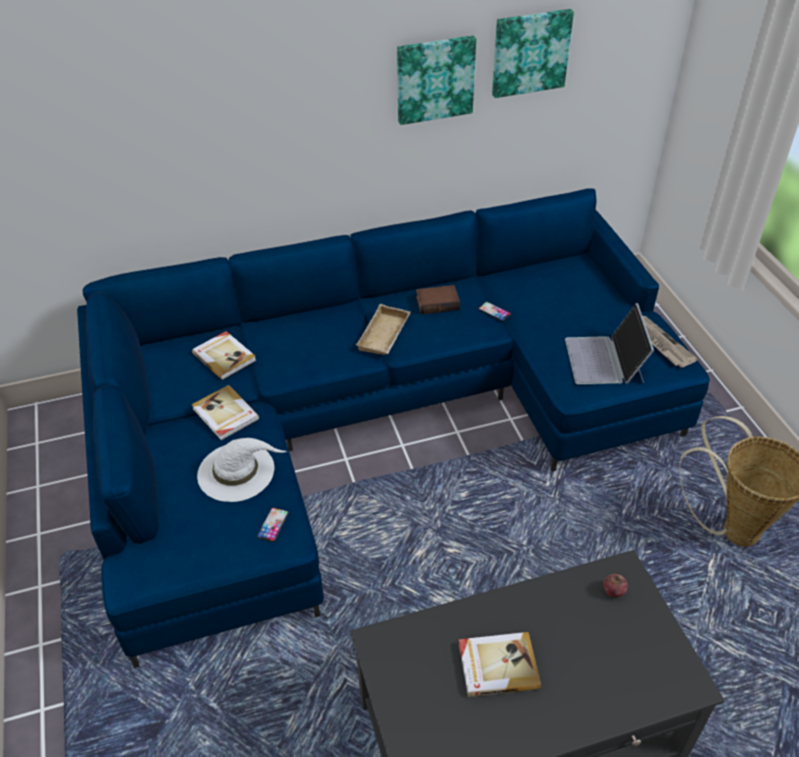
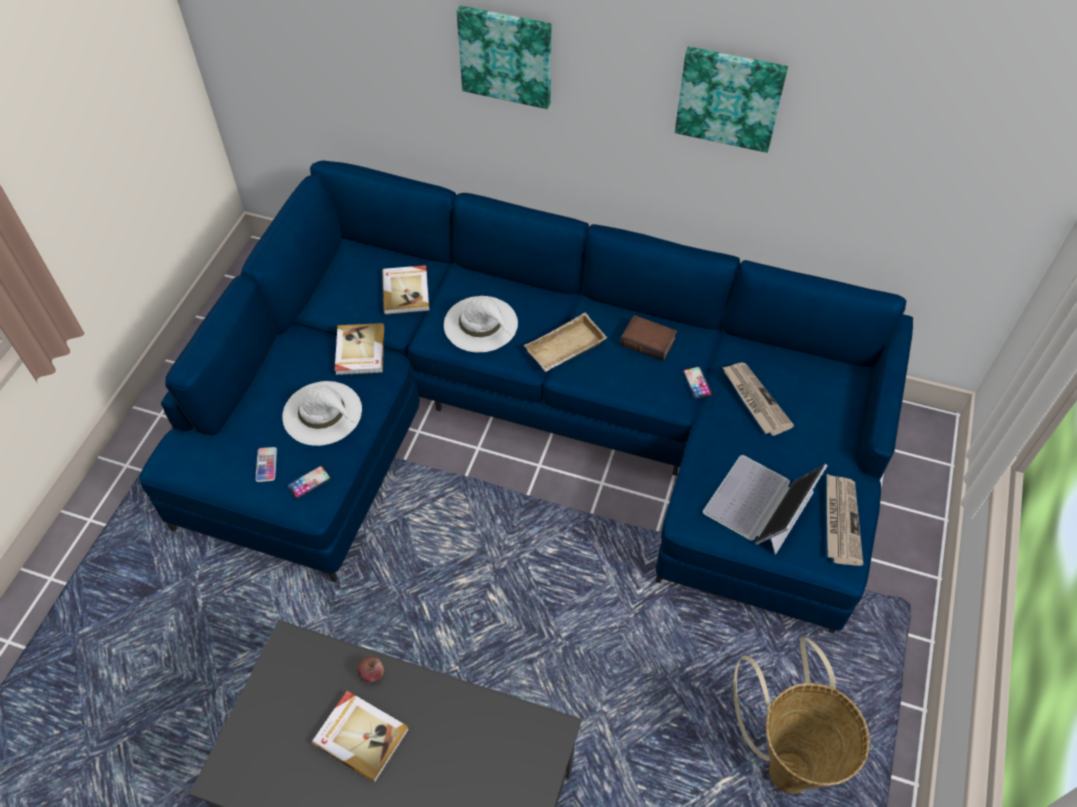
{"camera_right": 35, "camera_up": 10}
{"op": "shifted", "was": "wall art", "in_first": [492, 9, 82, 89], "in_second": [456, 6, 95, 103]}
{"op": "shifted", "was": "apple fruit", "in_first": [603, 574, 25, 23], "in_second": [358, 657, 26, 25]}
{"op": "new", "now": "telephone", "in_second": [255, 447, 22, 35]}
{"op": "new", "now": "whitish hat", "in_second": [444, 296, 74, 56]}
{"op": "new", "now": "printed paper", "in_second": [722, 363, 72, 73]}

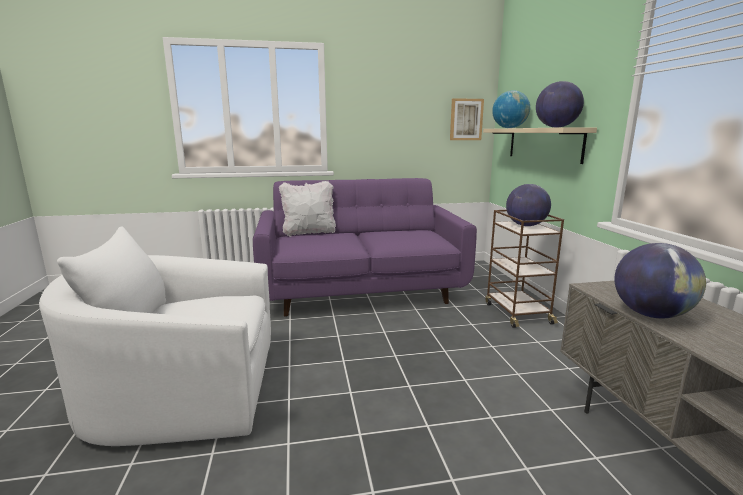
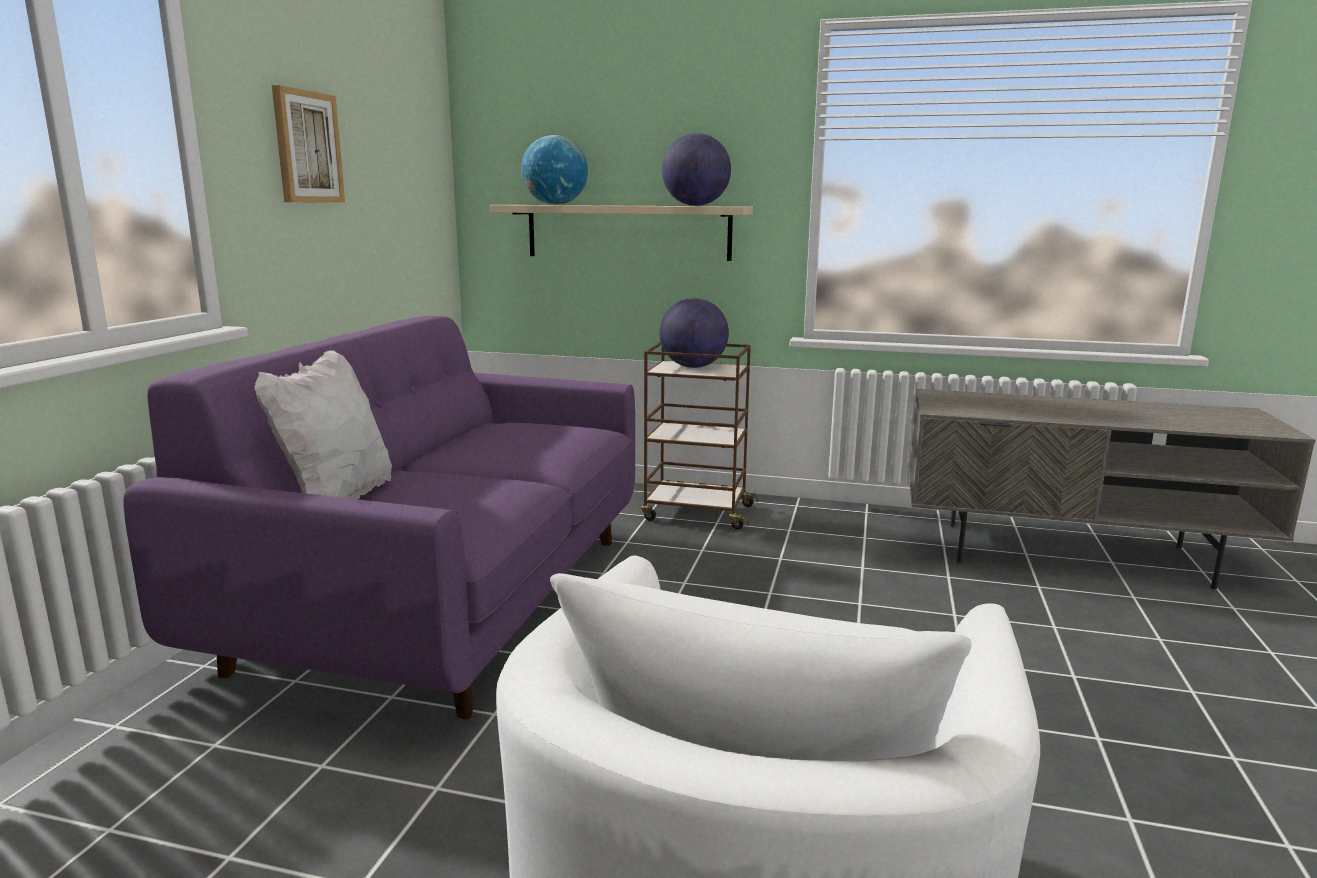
{"camera_right": -65, "camera_up": 0}
{"op": "shifted", "was": "wall art", "in_first": [450, 98, 34, 42], "in_second": [272, 85, 73, 118]}
{"op": "gone", "was": "world globe", "in_first": [615, 243, 91, 75]}

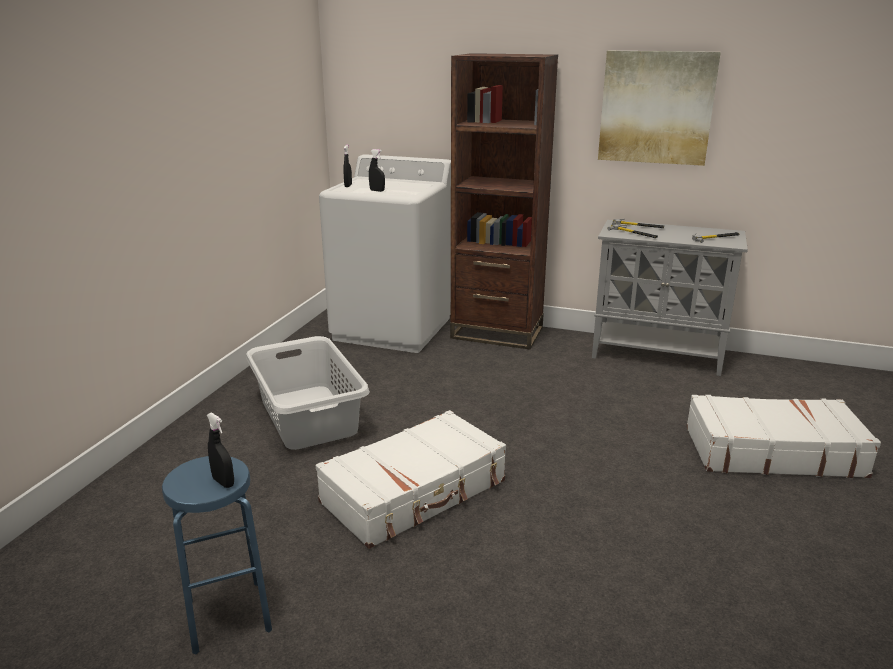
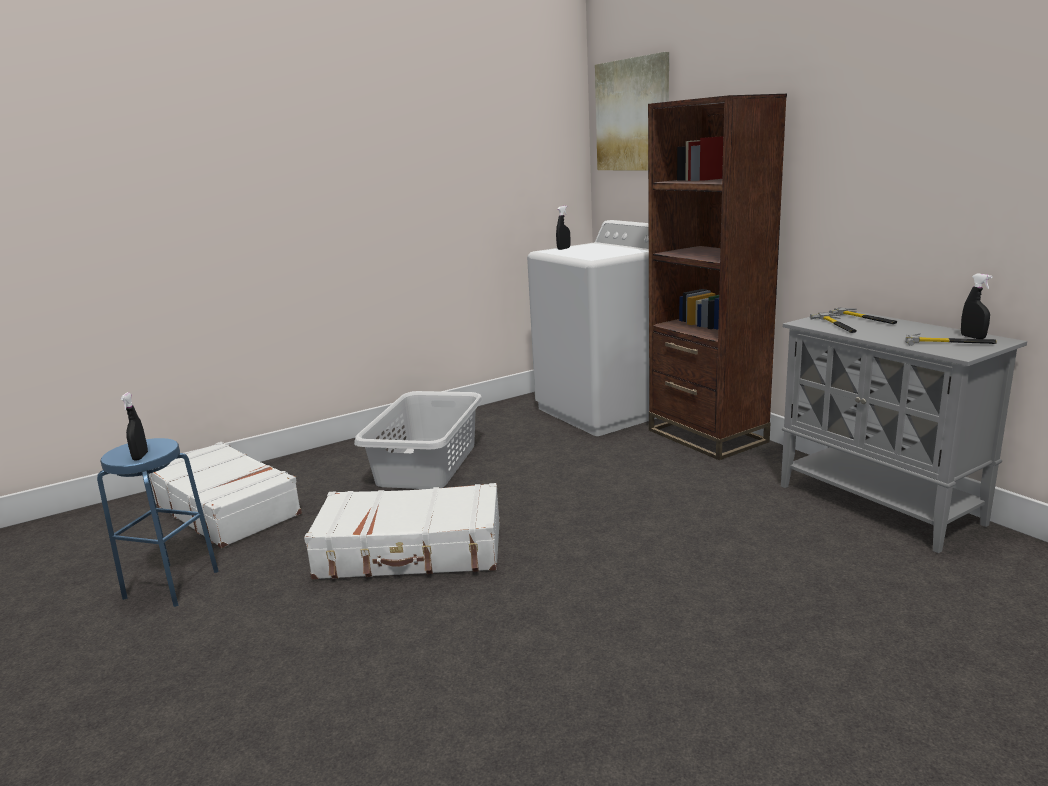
{"camera_right": 40, "camera_up": -5}
{"op": "shifted", "was": "black-coloured spray bottle", "in_first": [369, 149, 16, 43], "in_second": [961, 274, 31, 65]}
{"op": "shifted", "was": "wall art", "in_first": [598, 51, 123, 115], "in_second": [595, 52, 74, 118]}
{"op": "shifted", "was": "whitish piece of luggage", "in_first": [686, 395, 195, 83], "in_second": [149, 442, 153, 106]}

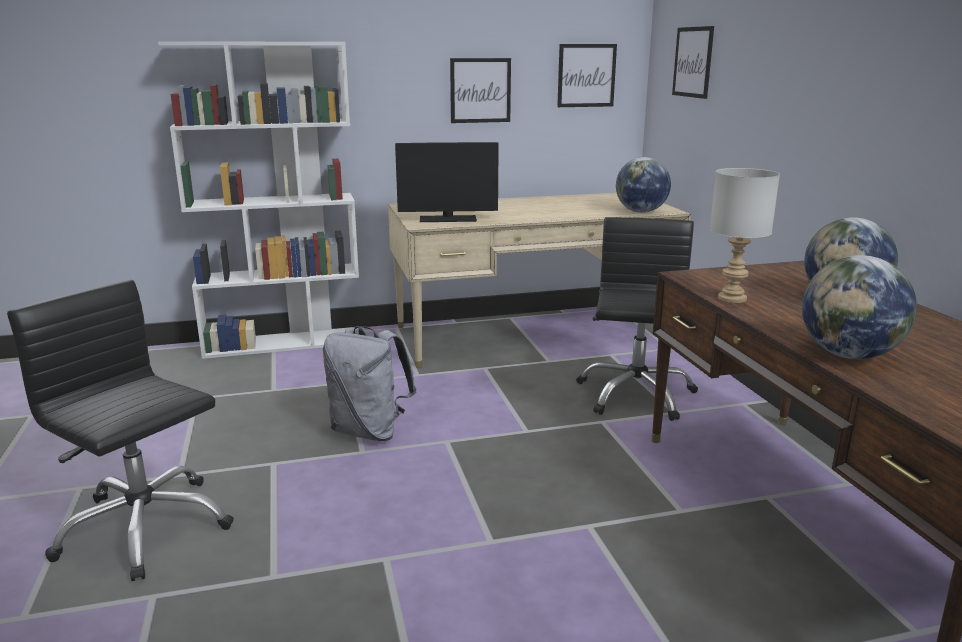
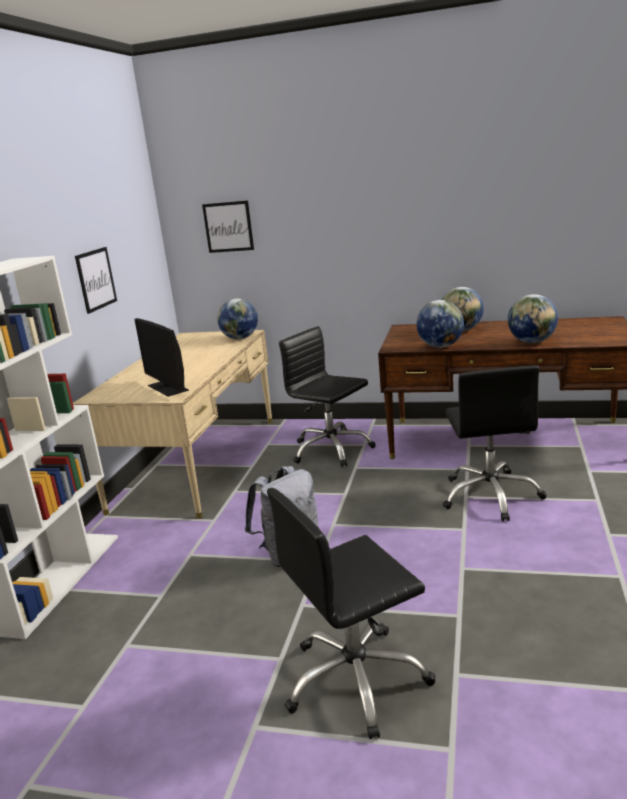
{"camera_right": -60, "camera_up": 0}
{"op": "rotated", "was": "computer display", "in_first": [395, 142, 104, 80], "in_second": [134, 318, 55, 79], "clockwise": 120}
{"op": "gone", "was": "wall art", "in_first": [557, 44, 60, 63]}
{"op": "swapped", "was": "greyish tabletop lamp", "now": "world globe", "in_first": [710, 168, 70, 135], "in_second": [416, 300, 48, 48]}
{"op": "new", "now": "black-coloured computer chair", "in_second": [443, 365, 103, 156]}

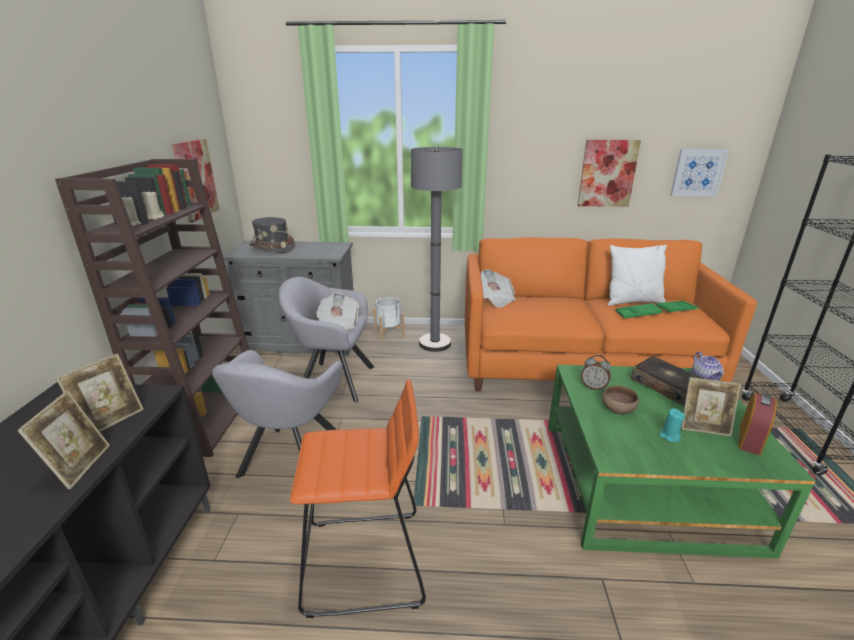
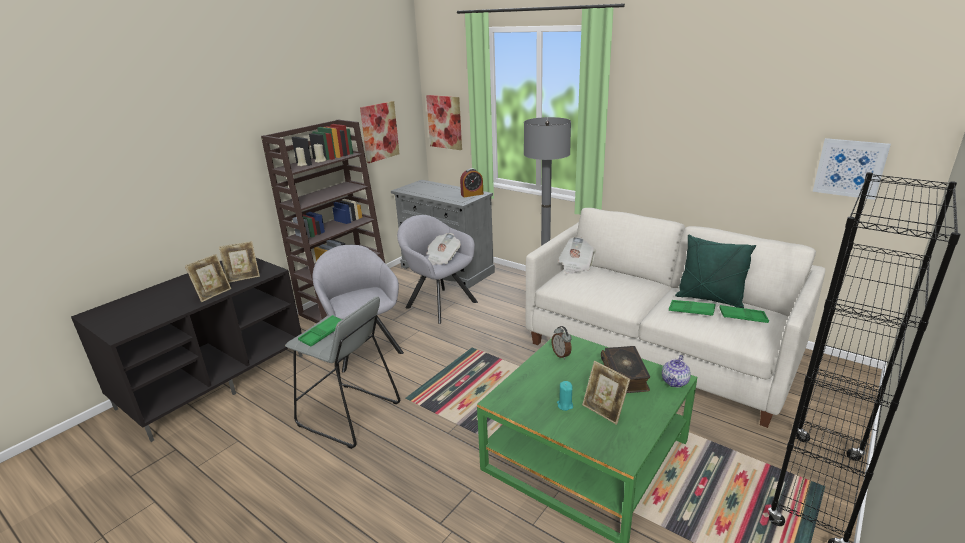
{"camera_right": 35, "camera_up": 0}
{"op": "rotated", "was": "greyish lounge chair", "in_first": [212, 350, 131, 128], "in_second": [313, 245, 91, 127], "clockwise": 105}
{"op": "gone", "was": "greyish hat", "in_first": [249, 217, 46, 36]}
{"op": "repainted", "was": "orange stool", "now": "greyish stool", "in_first": [290, 379, 136, 239], "in_second": [285, 296, 115, 153]}
{"op": "gone", "was": "whitish plant pot", "in_first": [373, 297, 32, 45]}
{"op": "repainted", "was": "orange couch", "now": "whitish couch", "in_first": [465, 237, 292, 155], "in_second": [526, 208, 299, 220]}
{"op": "shifted", "was": "wall art", "in_first": [578, 140, 63, 67], "in_second": [426, 95, 36, 55]}
{"op": "gone", "was": "brown serving bowl", "in_first": [602, 386, 37, 28]}
{"op": "repainted", "was": "whitish pillow", "now": "greenish pillow", "in_first": [608, 245, 59, 61], "in_second": [675, 235, 81, 73]}
{"op": "shifted", "was": "bedside clock", "in_first": [739, 393, 38, 63], "in_second": [460, 168, 23, 30]}
{"op": "new", "now": "greenish serving tray", "in_second": [298, 315, 44, 32]}

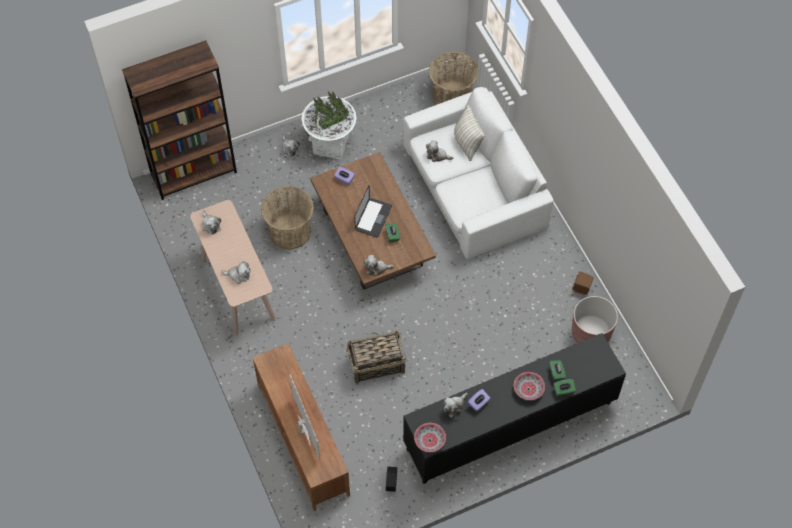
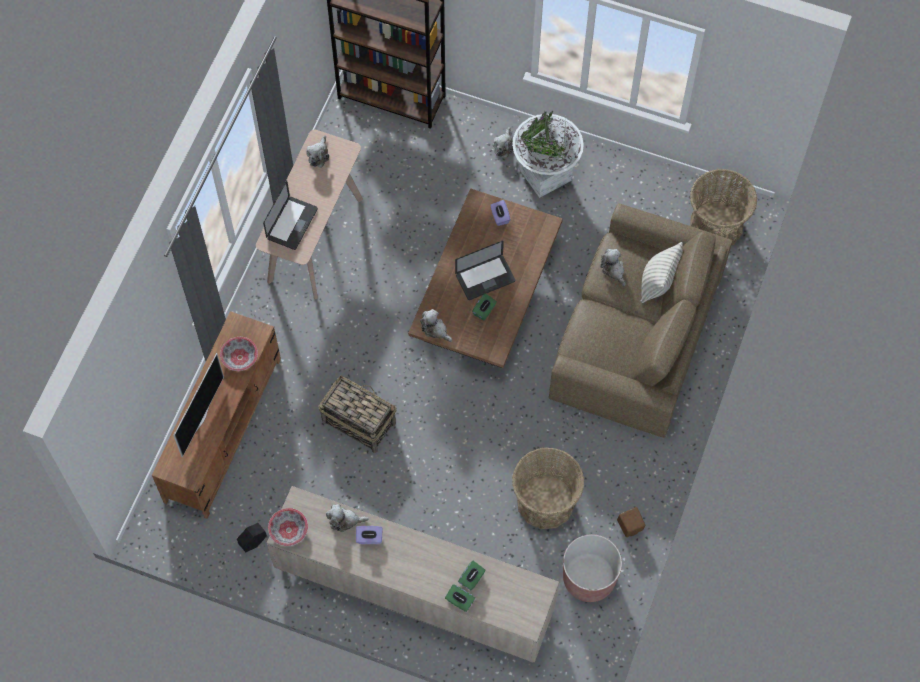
{"camera_right": 45, "camera_up": 5}
{"op": "swapped", "was": "soft toy", "now": "laptop", "in_first": [221, 261, 29, 23], "in_second": [263, 181, 55, 69]}
{"op": "shifted", "was": "storage basket", "in_first": [261, 186, 53, 64], "in_second": [512, 448, 73, 81]}
{"op": "repainted", "was": "whitish couch", "now": "brown couch", "in_first": [403, 87, 151, 172], "in_second": [549, 204, 183, 234]}
{"op": "repainted", "was": "black-coloured storage cabinet", "now": "sand-coloured storage cabinet", "in_first": [403, 333, 223, 151], "in_second": [267, 486, 292, 177]}
{"op": "shifted", "was": "serving bowl", "in_first": [514, 372, 31, 28], "in_second": [220, 337, 38, 34]}

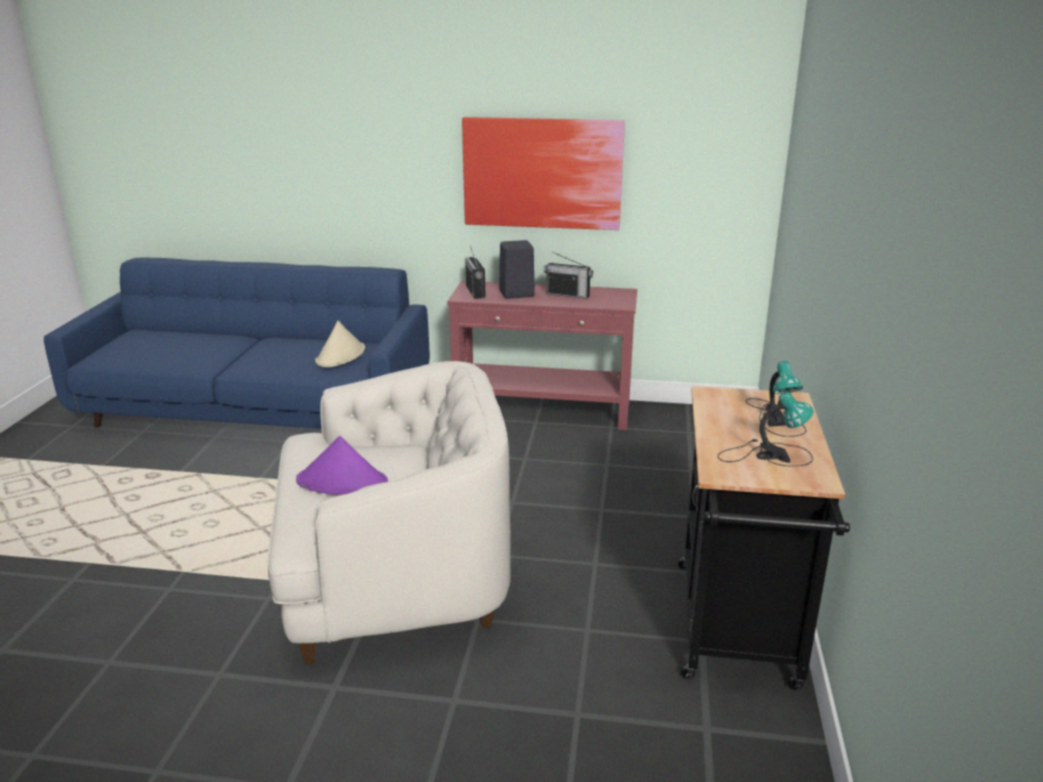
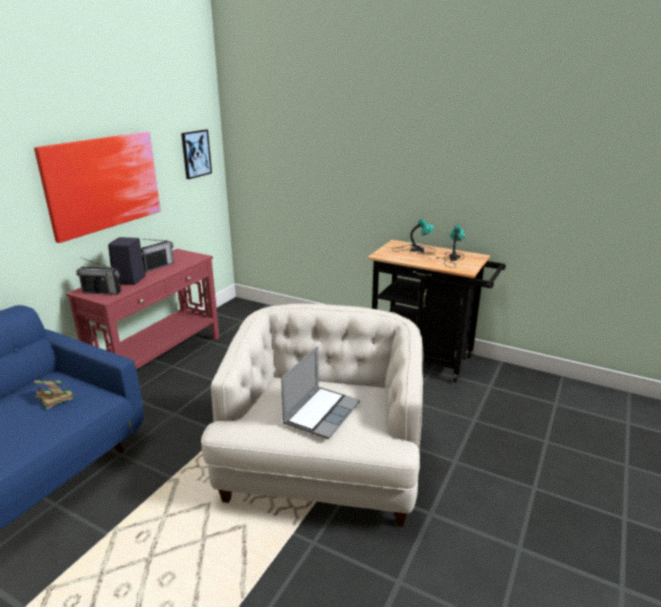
{"camera_right": -70, "camera_up": 0}
{"op": "swapped", "was": "purple hat", "now": "laptop", "in_first": [296, 436, 92, 59], "in_second": [281, 346, 79, 94]}
{"op": "swapped", "was": "sand-coloured hat", "now": "volume", "in_first": [315, 321, 50, 46], "in_second": [34, 381, 40, 28]}
{"op": "new", "now": "wall art", "in_second": [181, 129, 31, 50]}

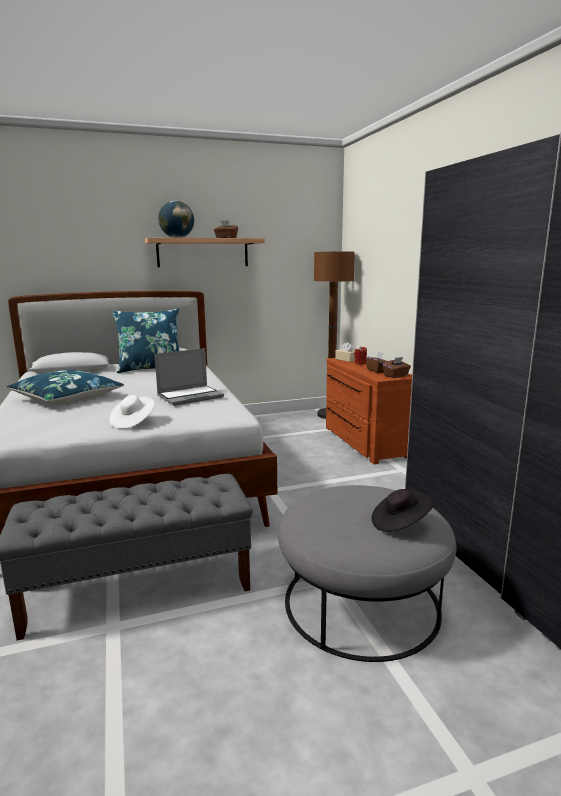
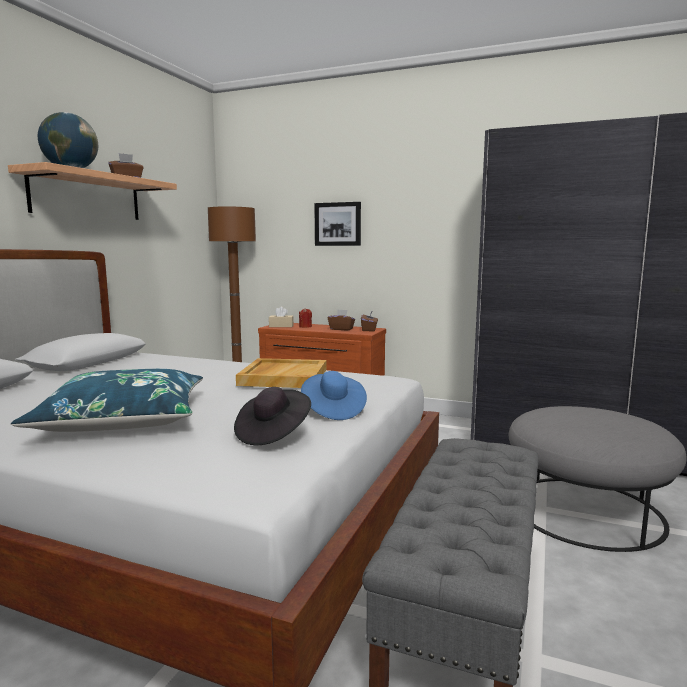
{"camera_right": -50, "camera_up": -5}
{"op": "repainted", "was": "whitish hat", "now": "bluish hat", "in_first": [109, 395, 46, 34], "in_second": [301, 371, 66, 49]}
{"op": "gone", "was": "bluish pillow", "in_first": [112, 308, 67, 65]}
{"op": "swapped", "was": "laptop", "now": "sand-coloured serving tray", "in_first": [154, 348, 70, 58], "in_second": [236, 358, 91, 30]}
{"op": "shifted", "was": "black-coloured hat", "in_first": [372, 489, 62, 43], "in_second": [234, 387, 77, 58]}
{"op": "new", "now": "wall art", "in_second": [314, 202, 47, 44]}

